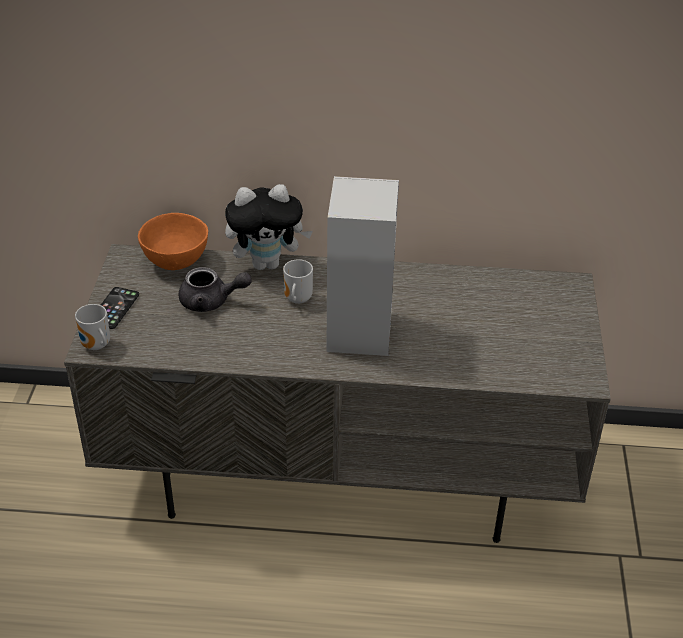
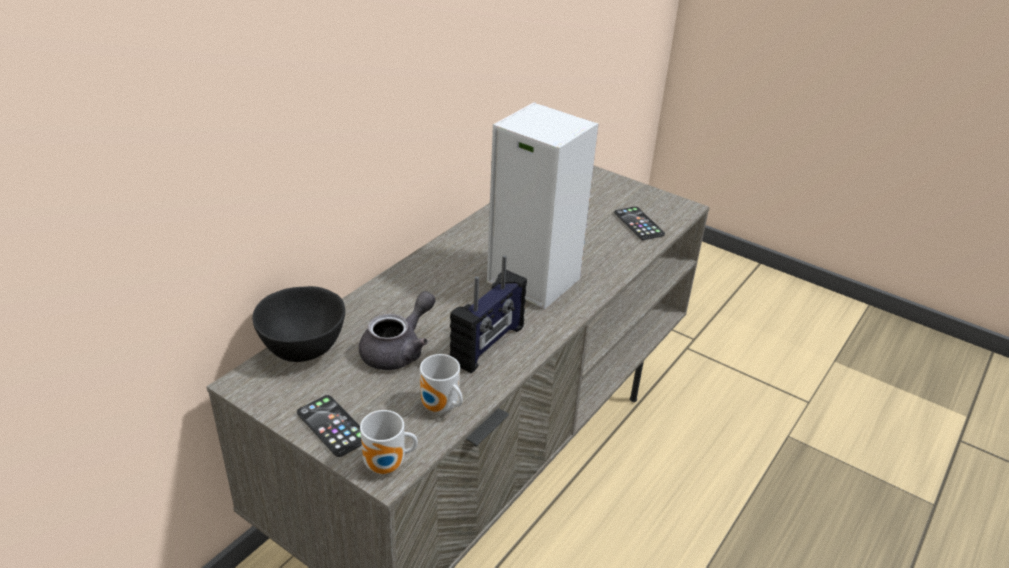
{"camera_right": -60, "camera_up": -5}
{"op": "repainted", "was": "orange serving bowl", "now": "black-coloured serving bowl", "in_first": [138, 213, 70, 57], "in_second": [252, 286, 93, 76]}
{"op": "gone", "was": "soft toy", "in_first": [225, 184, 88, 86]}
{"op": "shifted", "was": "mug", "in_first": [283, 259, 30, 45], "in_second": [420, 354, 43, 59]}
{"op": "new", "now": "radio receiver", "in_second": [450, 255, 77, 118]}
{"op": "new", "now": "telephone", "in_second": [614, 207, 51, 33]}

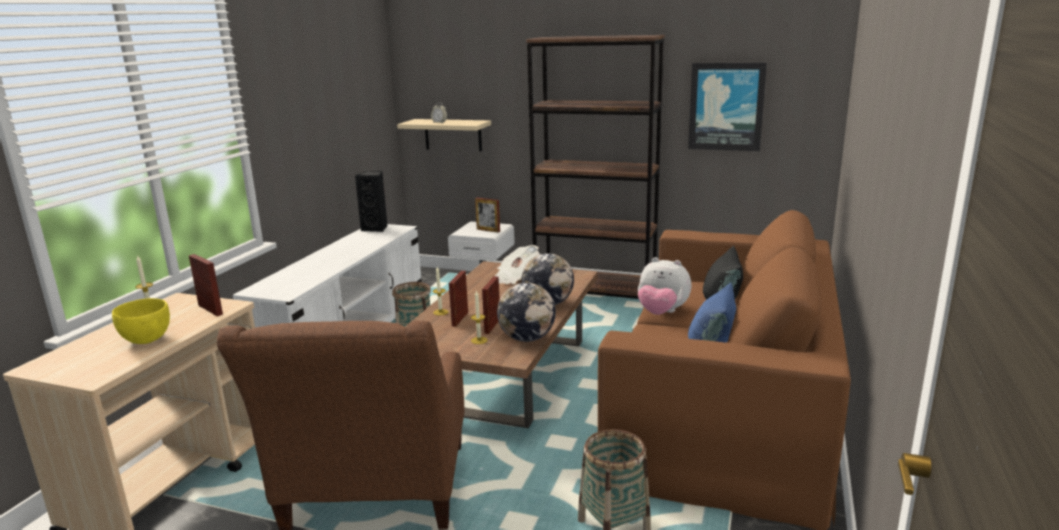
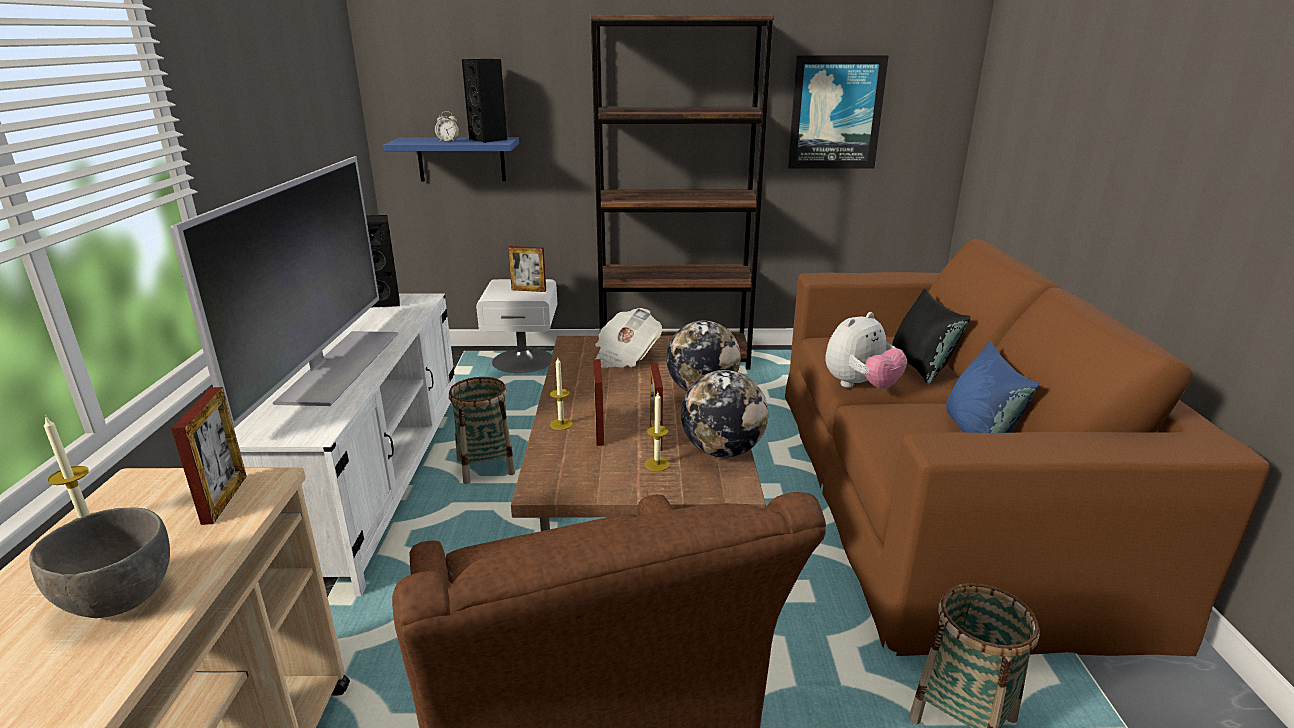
{"camera_right": -20, "camera_up": 5}
{"op": "repainted", "was": "yellowish serving bowl", "now": "greyish serving bowl", "in_first": [112, 298, 58, 46], "in_second": [29, 508, 141, 110]}
{"op": "rotated", "was": "standing frame", "in_first": [189, 254, 34, 62], "in_second": [171, 387, 76, 138], "clockwise": 60}
{"op": "repainted", "was": "sand-coloured shelf", "now": "bluish shelf", "in_first": [397, 119, 94, 32], "in_second": [383, 137, 136, 44]}
{"op": "rotated", "was": "soft toy", "in_first": [638, 257, 54, 58], "in_second": [825, 312, 82, 77], "clockwise": -45}
{"op": "new", "now": "television", "in_second": [170, 156, 229, 272]}
{"op": "new", "now": "black-coloured loudspeaker", "in_second": [462, 59, 45, 84]}

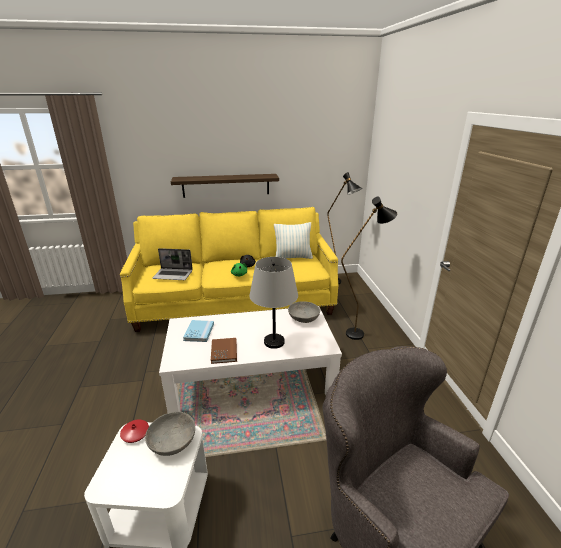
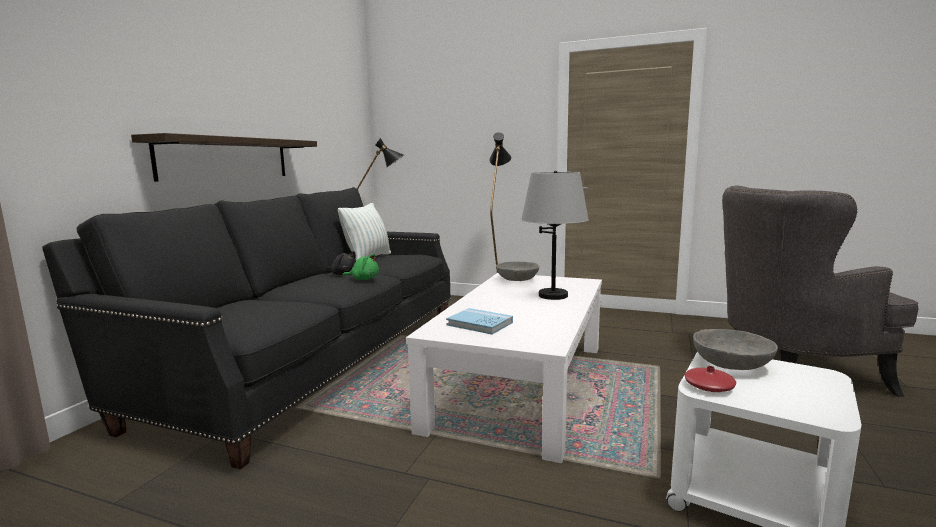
{"camera_right": -60, "camera_up": -15}
{"op": "repainted", "was": "yellowish couch", "now": "black-coloured couch", "in_first": [120, 207, 218, 125], "in_second": [42, 187, 409, 282]}
{"op": "gone", "was": "laptop", "in_first": [152, 248, 41, 32]}
{"op": "gone", "was": "brown volume", "in_first": [211, 338, 26, 26]}

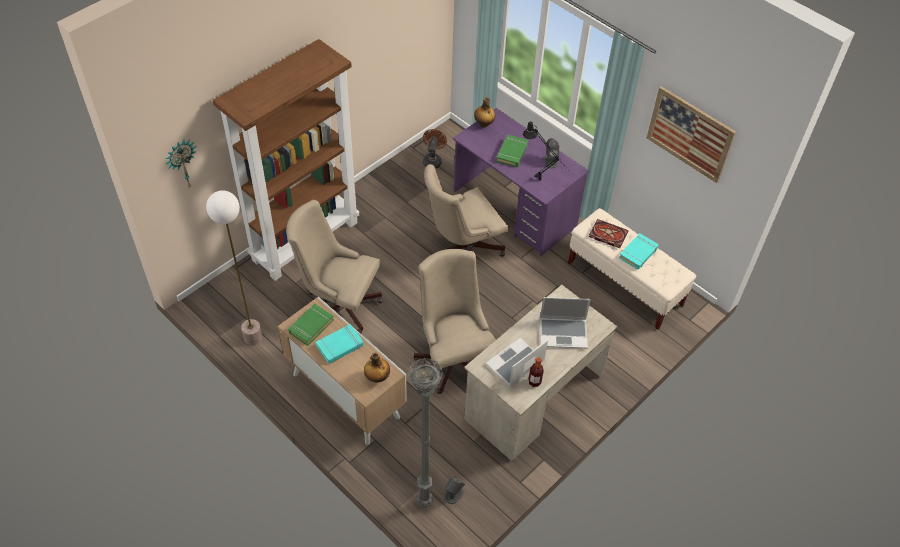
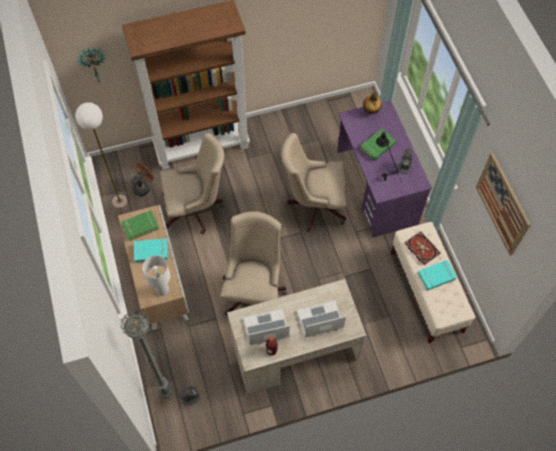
{"camera_right": 30, "camera_up": 10}
{"op": "rotated", "was": "sand-coloured computer chair", "in_first": [286, 200, 97, 134], "in_second": [160, 133, 64, 101], "clockwise": 120}
{"op": "swapped", "was": "beverage bottle", "now": "whitish tabletop lamp", "in_first": [364, 353, 26, 30], "in_second": [142, 255, 28, 41]}
{"op": "shifted", "was": "brown electric fan", "in_first": [423, 129, 24, 40], "in_second": [131, 163, 22, 33]}
{"op": "rotated", "was": "laptop", "in_first": [540, 297, 51, 52], "in_second": [297, 301, 49, 37], "clockwise": 135}

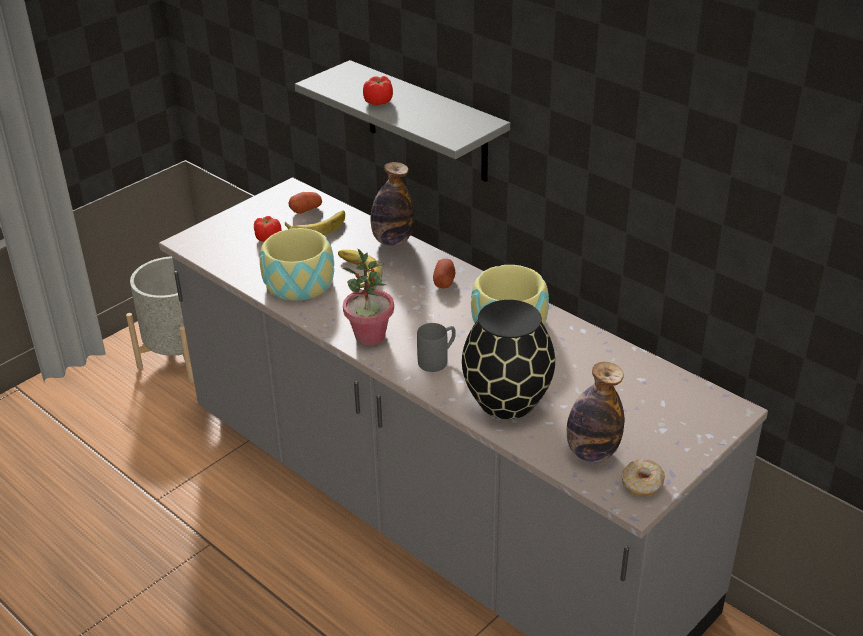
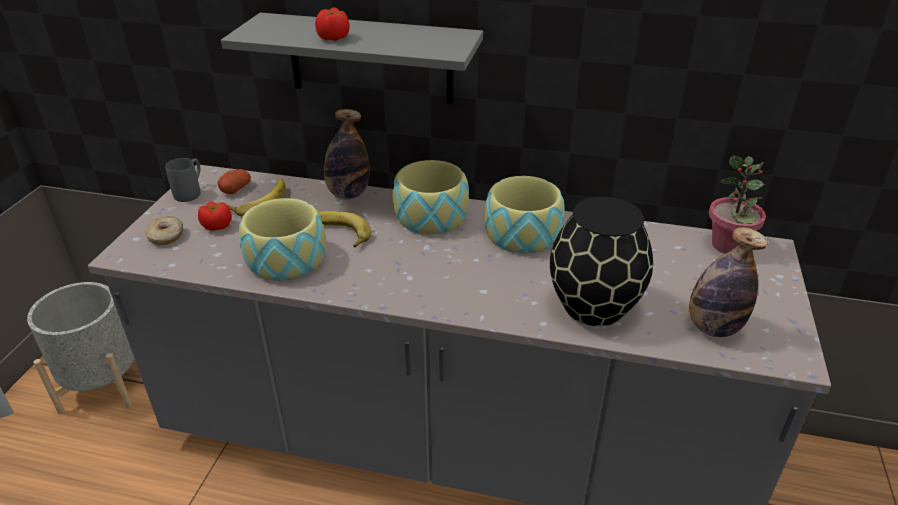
{"camera_right": -30, "camera_up": 0}
{"op": "shifted", "was": "potted plant", "in_first": [343, 248, 51, 97], "in_second": [709, 155, 57, 99]}
{"op": "shifted", "was": "greyish mug", "in_first": [417, 323, 39, 49], "in_second": [165, 158, 36, 44]}
{"op": "swapped", "was": "spud", "now": "serving bowl", "in_first": [433, 259, 22, 29], "in_second": [393, 160, 76, 74]}
{"op": "shifted", "was": "ring doughnut", "in_first": [621, 459, 44, 37], "in_second": [145, 216, 38, 29]}

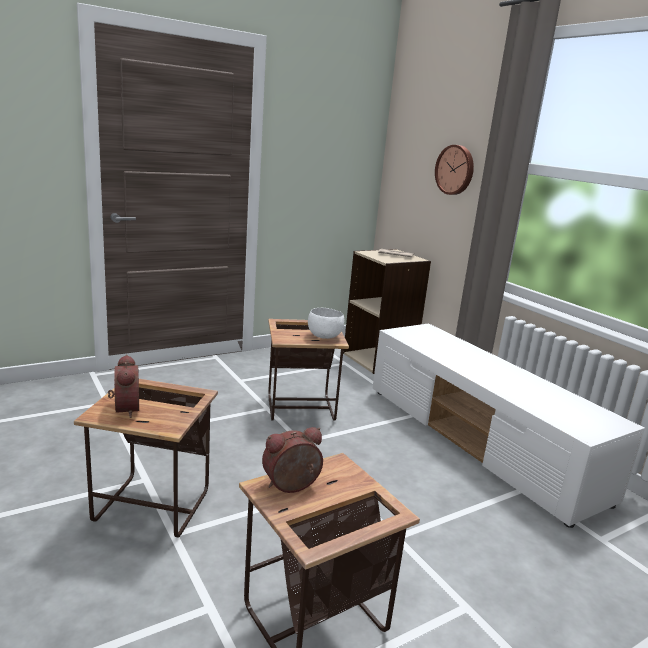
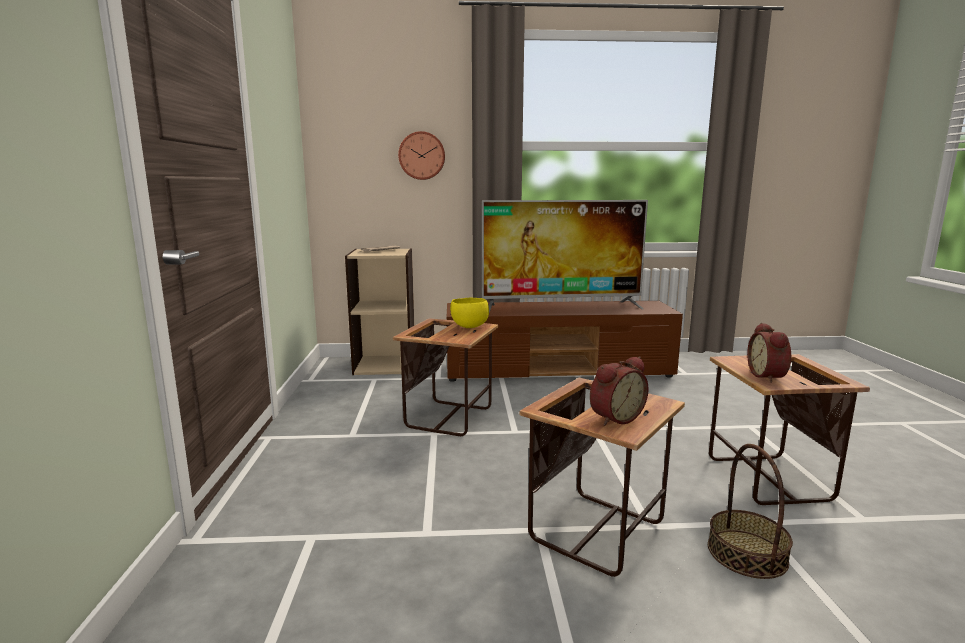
{"camera_right": -60, "camera_up": -5}
{"op": "rotated", "was": "bedside clock", "in_first": [108, 355, 31, 63], "in_second": [590, 356, 59, 70], "clockwise": 135}
{"op": "repainted", "was": "whitish serving bowl", "now": "yellowish serving bowl", "in_first": [308, 308, 36, 31], "in_second": [450, 297, 39, 31]}
{"op": "repainted", "was": "whitish media console", "now": "brown media console", "in_first": [373, 323, 272, 205], "in_second": [447, 301, 236, 81]}
{"op": "new", "now": "television", "in_second": [482, 200, 166, 113]}
{"op": "new", "now": "storage basket", "in_second": [708, 444, 85, 135]}

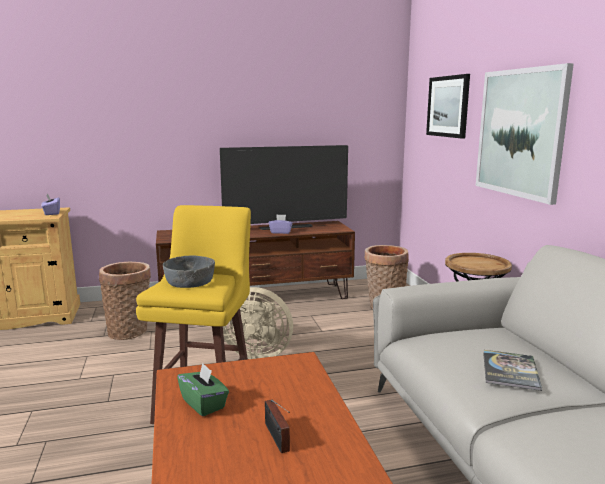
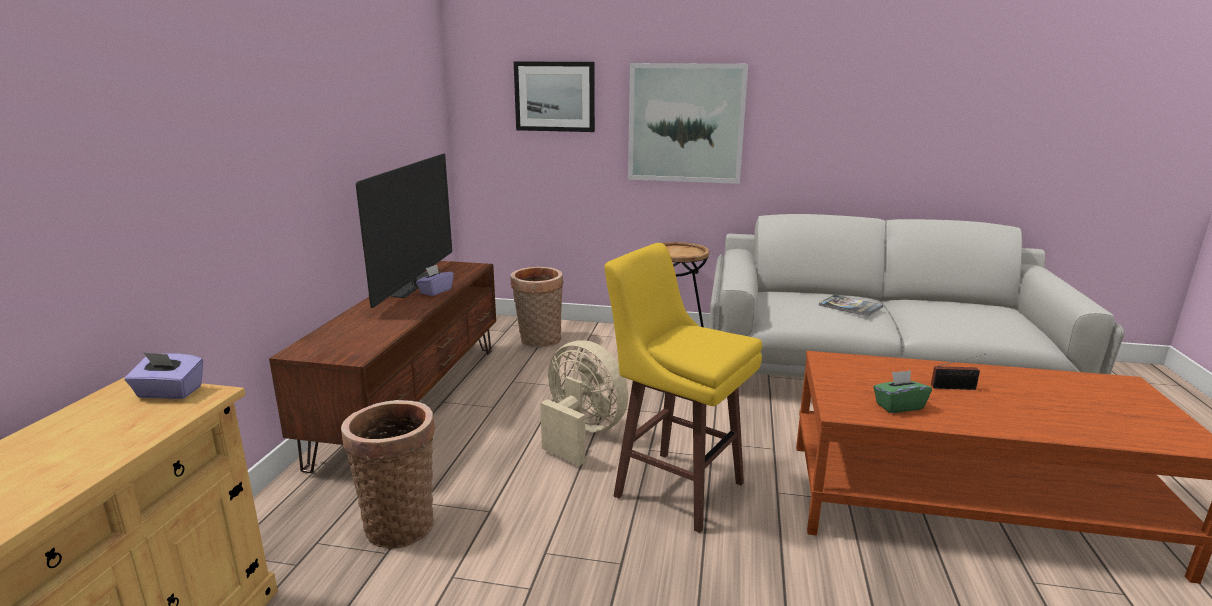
{"camera_right": -65, "camera_up": 5}
{"op": "gone", "was": "greyish serving bowl", "in_first": [163, 256, 52, 32]}
{"op": "rotated", "was": "sand-coloured electric fan", "in_first": [223, 287, 70, 72], "in_second": [540, 340, 88, 126], "clockwise": -90}

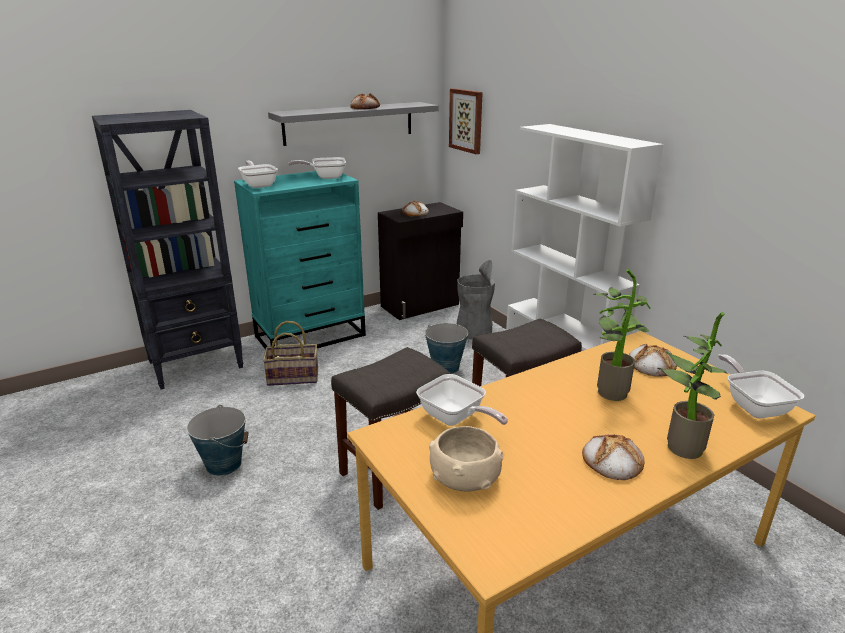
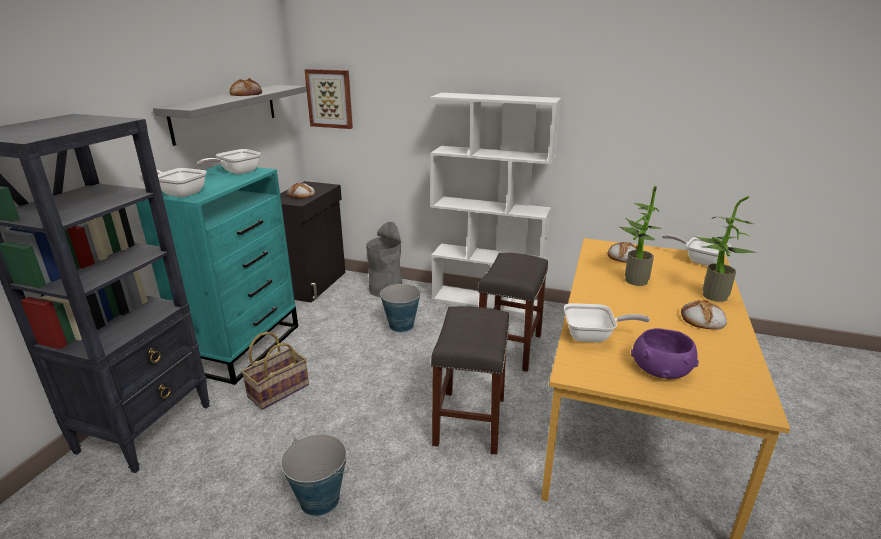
{"camera_right": -40, "camera_up": 0}
{"op": "repainted", "was": "sand-coloured serving bowl", "now": "purple serving bowl", "in_first": [429, 426, 74, 65], "in_second": [631, 328, 68, 51]}

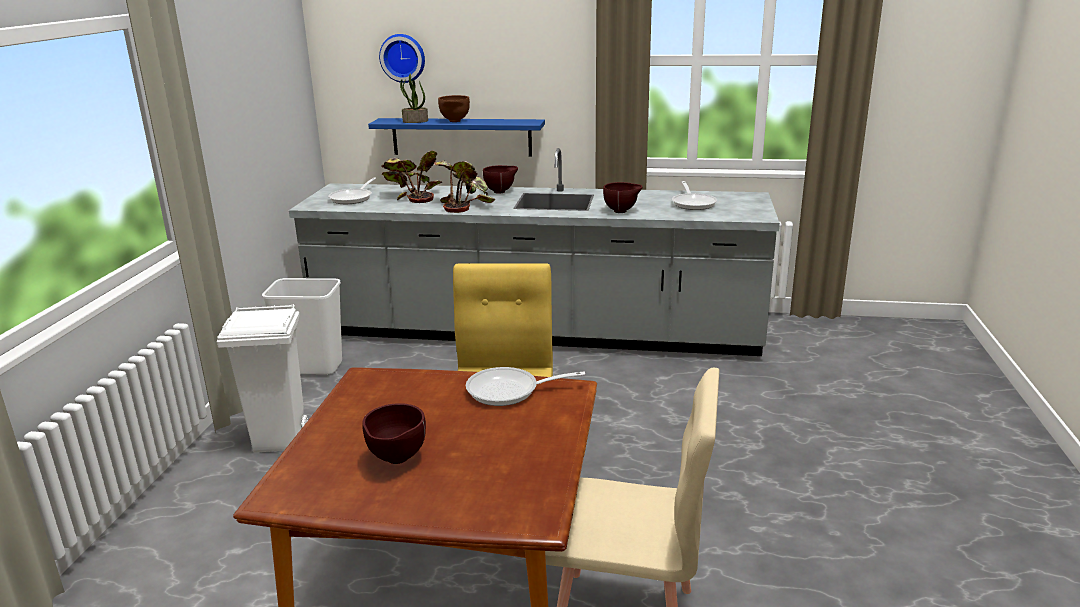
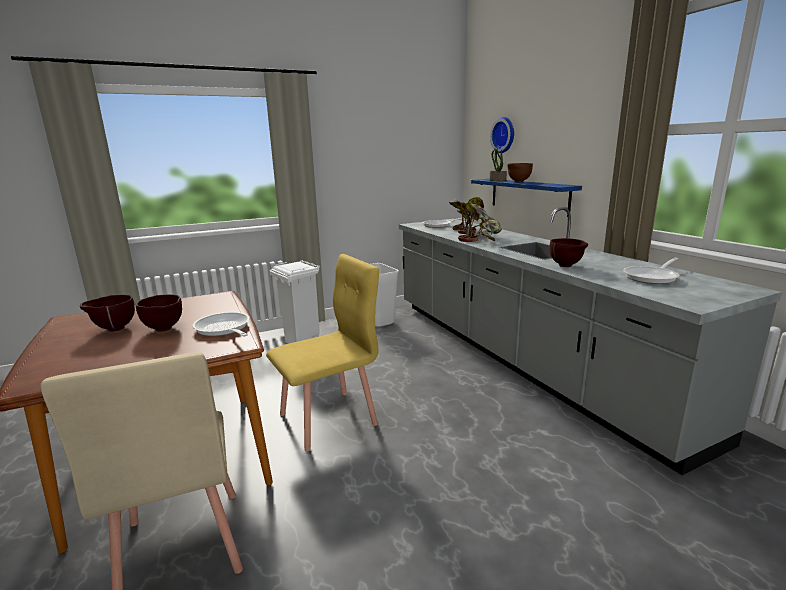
{"camera_right": 55, "camera_up": -5}
{"op": "shifted", "was": "brown serving bowl", "in_first": [483, 165, 35, 29], "in_second": [136, 294, 46, 38]}

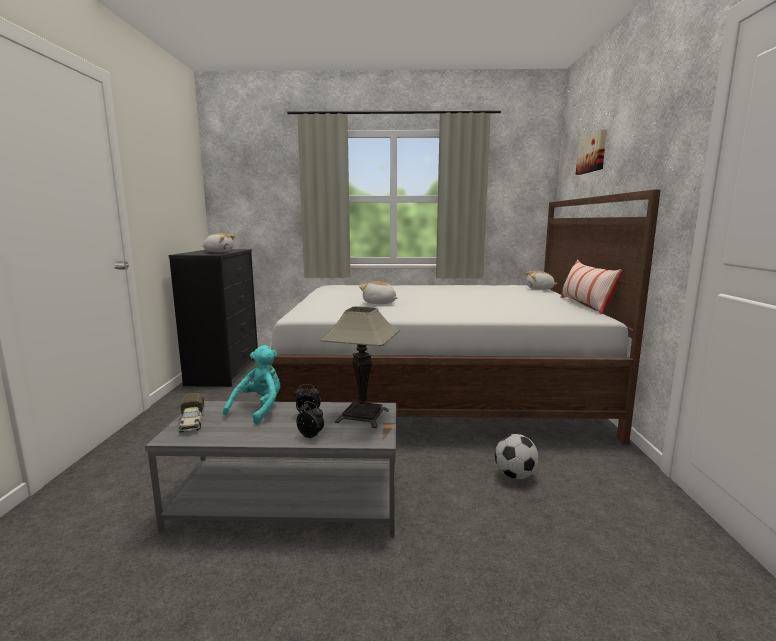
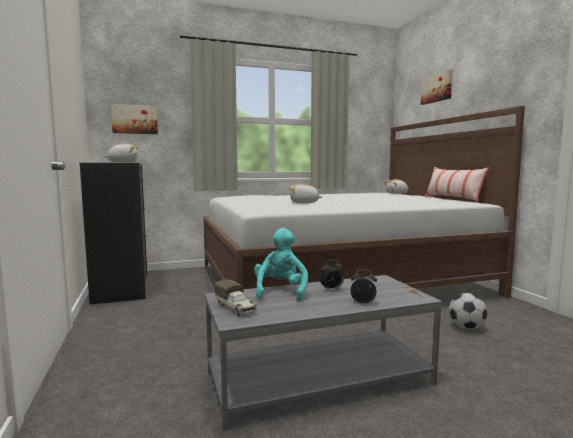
{"camera_right": -20, "camera_up": -5}
{"op": "gone", "was": "tabletop lamp", "in_first": [320, 306, 80, 122]}
{"op": "new", "now": "wall art", "in_second": [111, 104, 47, 30]}

